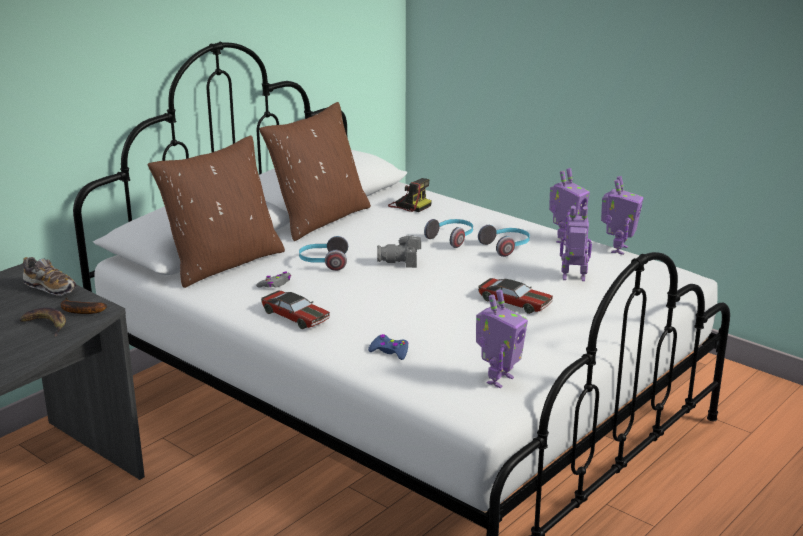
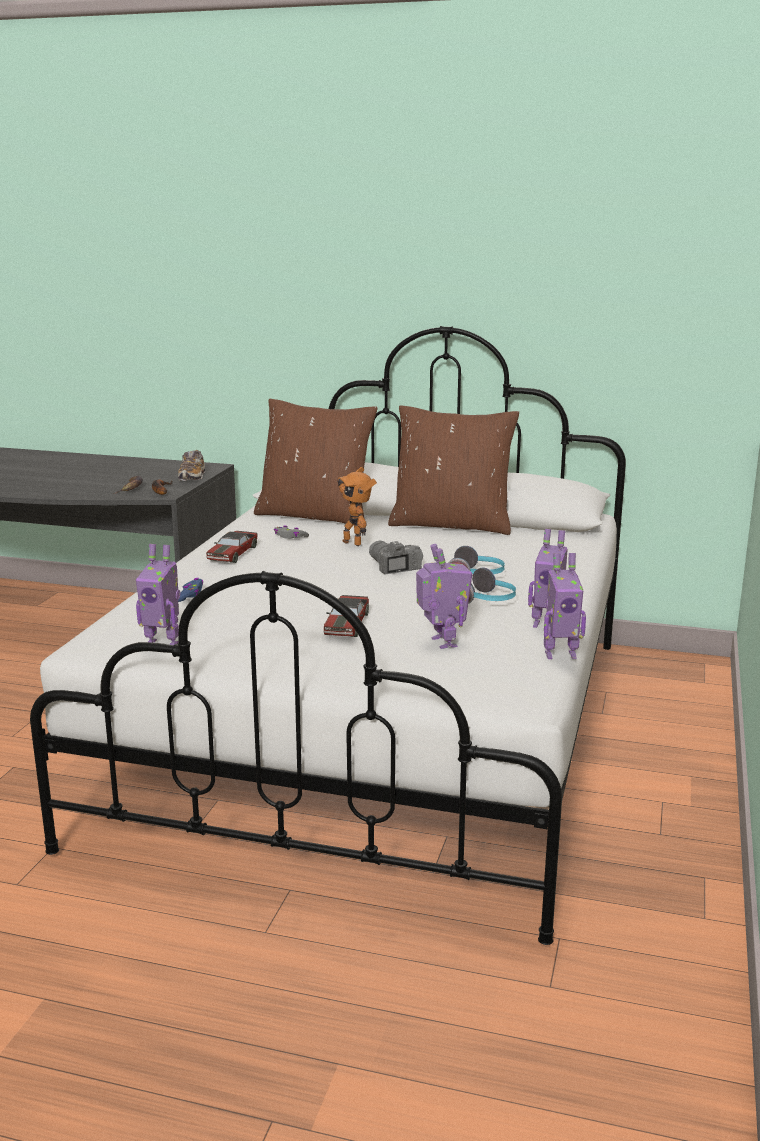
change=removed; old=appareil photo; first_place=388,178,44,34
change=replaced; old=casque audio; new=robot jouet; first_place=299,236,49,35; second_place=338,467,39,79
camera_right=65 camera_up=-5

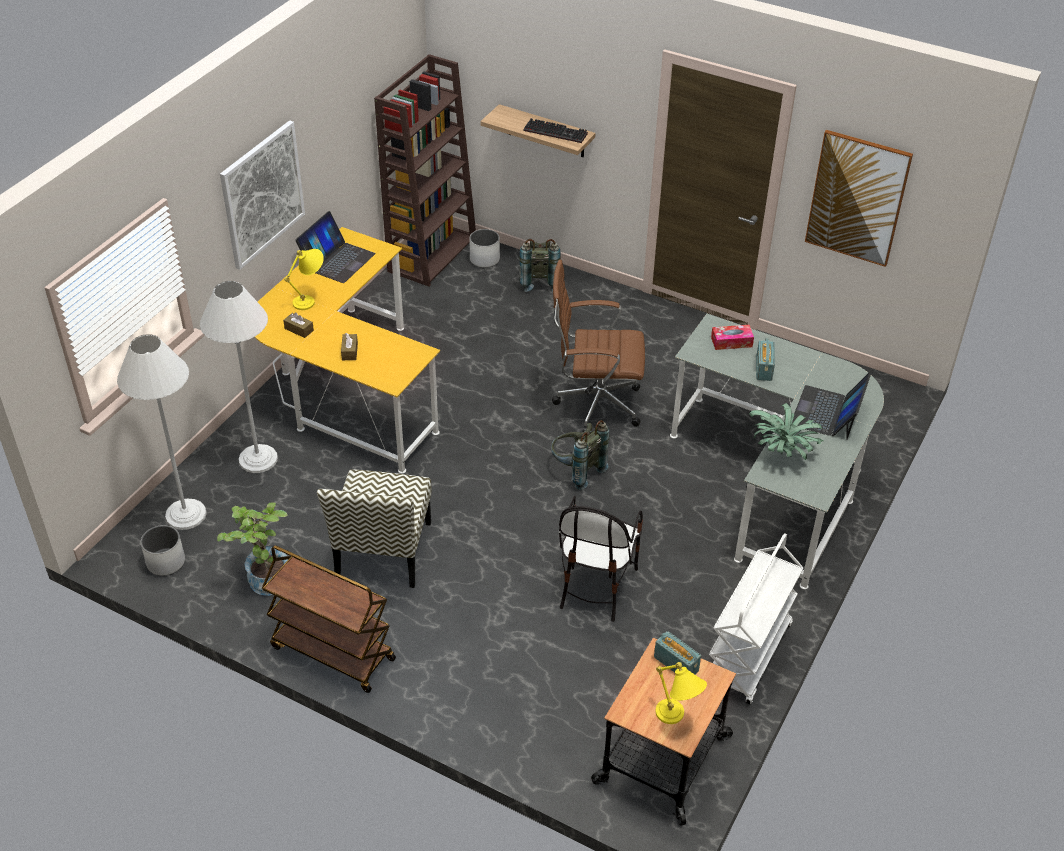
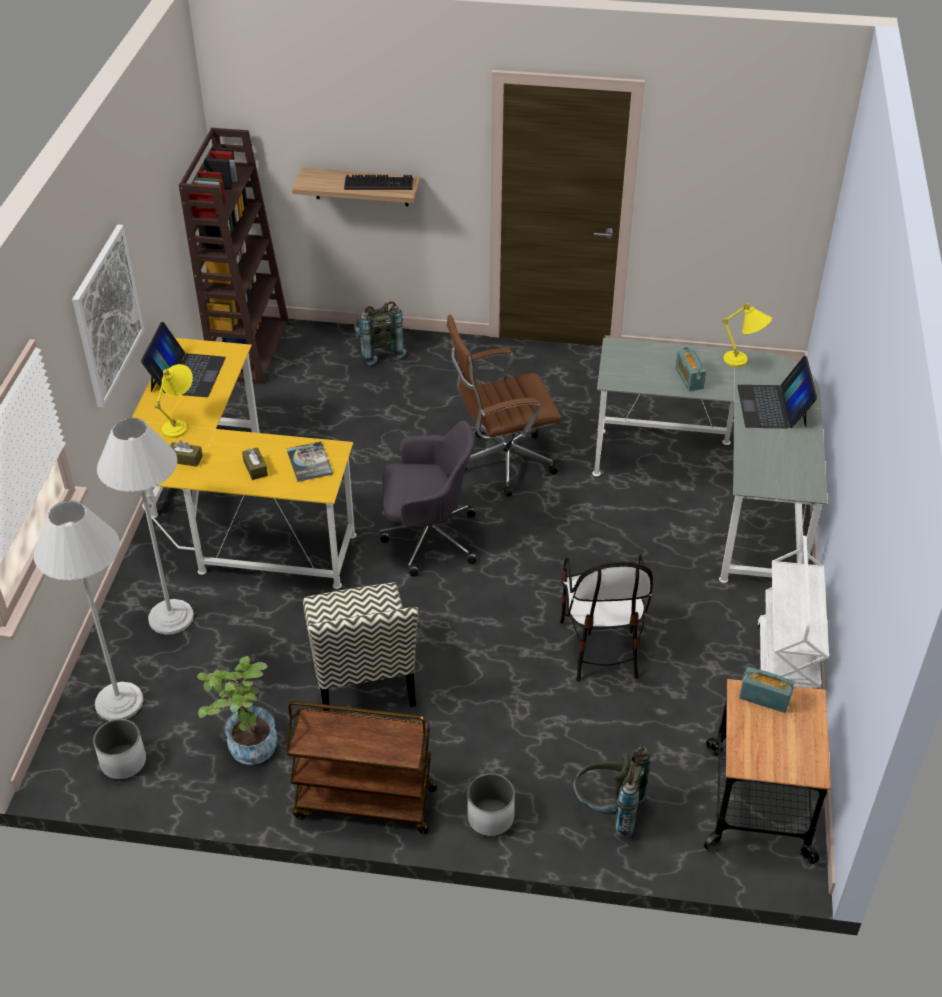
change=removed; old=boîte à mouchoirs; first_place=711,325,43,25
change=removed; old=plante en pot; first_place=749,403,75,57
change=removed; old=tableau; first_place=805,130,108,137
change=added; new=livre; second_place=286,441,47,41
change=added; new=chaise de bureau (gris); second_place=379,421,97,156
change=moved; old=cache-pot (blanc); first_place=470,229,30,39; second_place=467,773,48,63
change=moved; old=sac à dos (gris); first_place=551,420,59,70; second_place=573,747,78,91
change=moved; old=lampe de table (jaune); first_place=656,662,51,62; second_place=722,303,50,64
camera_right=-20 camera_up=0

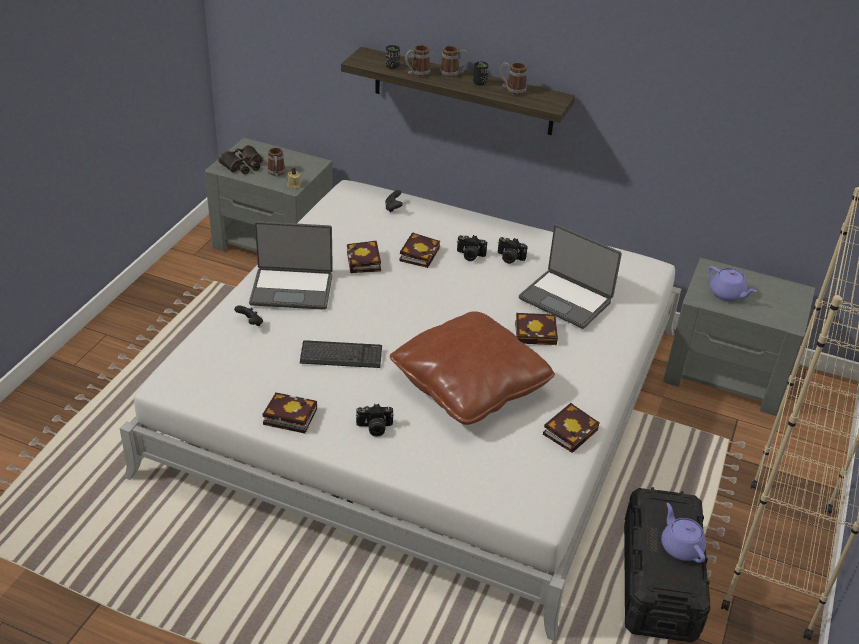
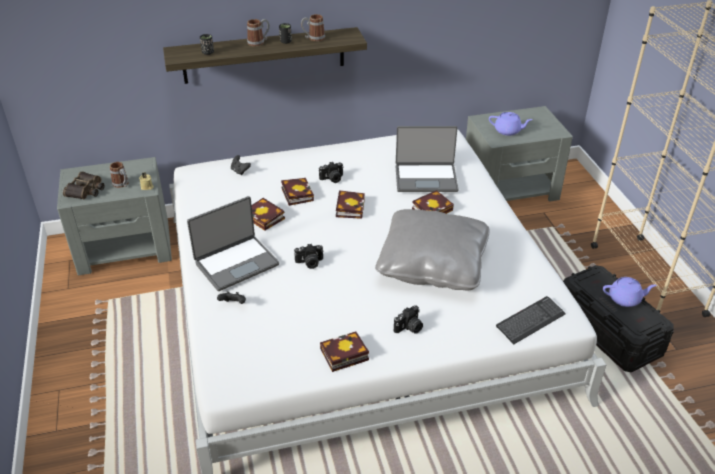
change=removed; old=mug; first_place=405,45,25,32
change=moved; old=clavier; first_place=300,340,82,28; second_place=496,296,70,49
change=moved; old=appareil photo; first_place=498,237,30,27; second_place=294,244,30,25
change=moved; old=livre; first_place=543,403,57,50; second_place=336,190,29,29
change=recoloured; old=coussin (marron); new=coussin (gris); first_place=390,311,165,114; second_place=375,209,114,81
change=turned; old=théière (violet); first_place=661,503,45,60; second_place=603,277,54,30; degrees=150
camera_right=-35 camera_up=0

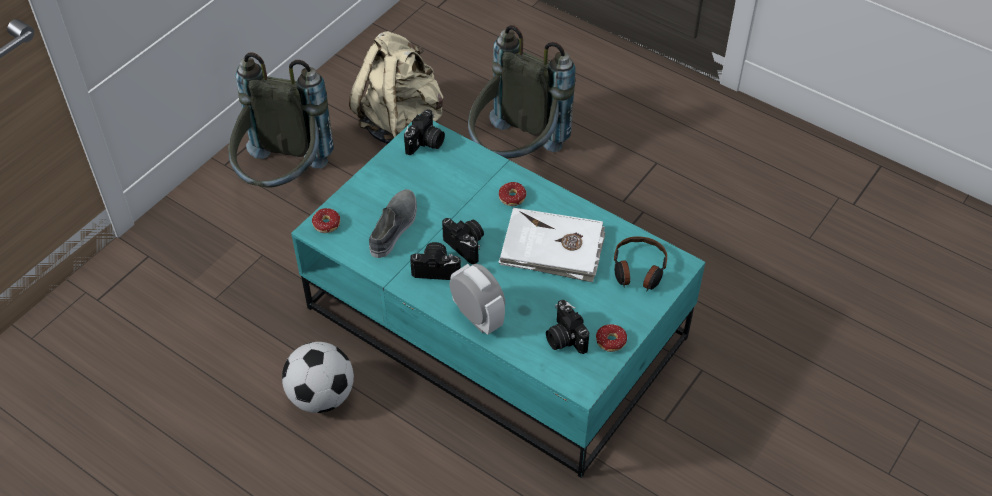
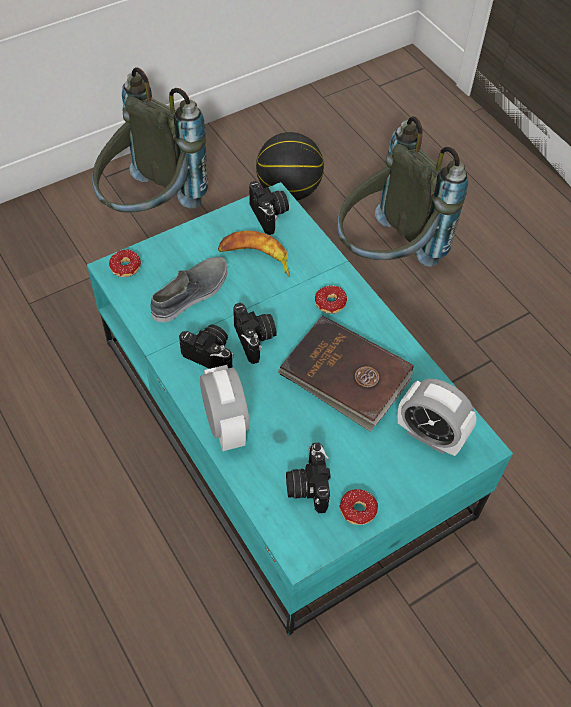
change=removed; old=ballon de foot; first_place=282,342,72,71
change=added; new=banane; second_place=218,231,72,46
change=replaced; old=sac à dos (beige); new=ballon de basket; first_place=349,31,95,113; second_place=256,132,68,68
change=replaced; old=casque audio; new=réveil; first_place=614,236,53,56; second_place=398,379,79,77
change=recoloured; old=livre (blanc); new=livre (marron); first_place=498,208,108,74; second_place=278,315,136,116
change=turned; old=appareil photo; first_place=404,109,41,46; second_place=249,181,40,54; degrees=-75
camera_right=20 camera_up=5

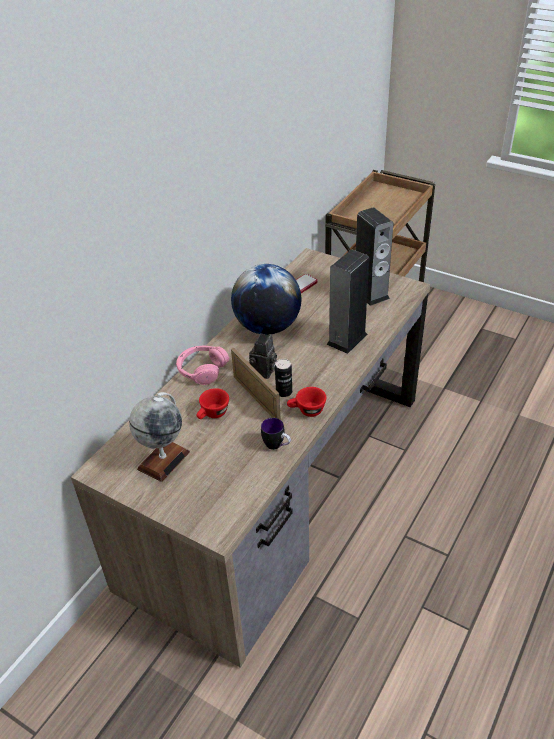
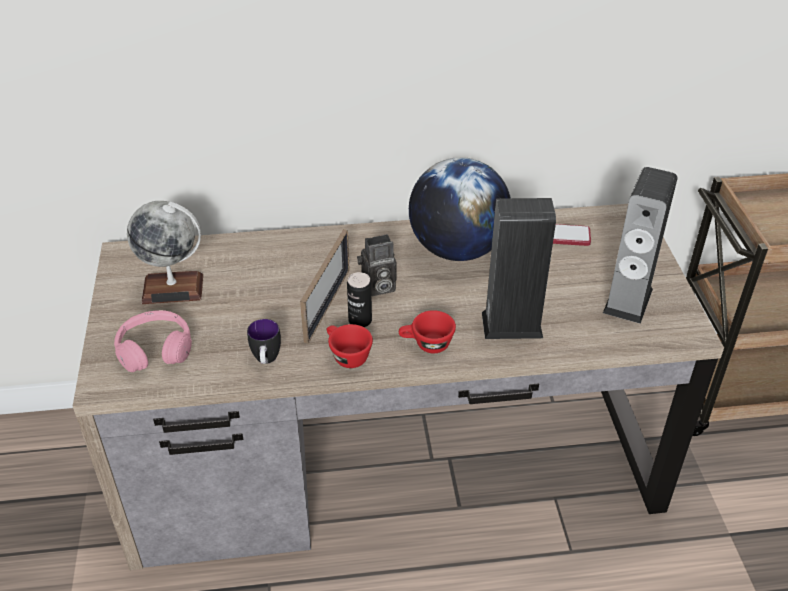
change=moved; old=casque audio (rose); first_place=176,346,53,39; second_place=114,310,78,62
change=moved; old=tasse (rouge); first_place=197,388,32,31; second_place=399,310,57,43
camera_right=50 camera_up=0

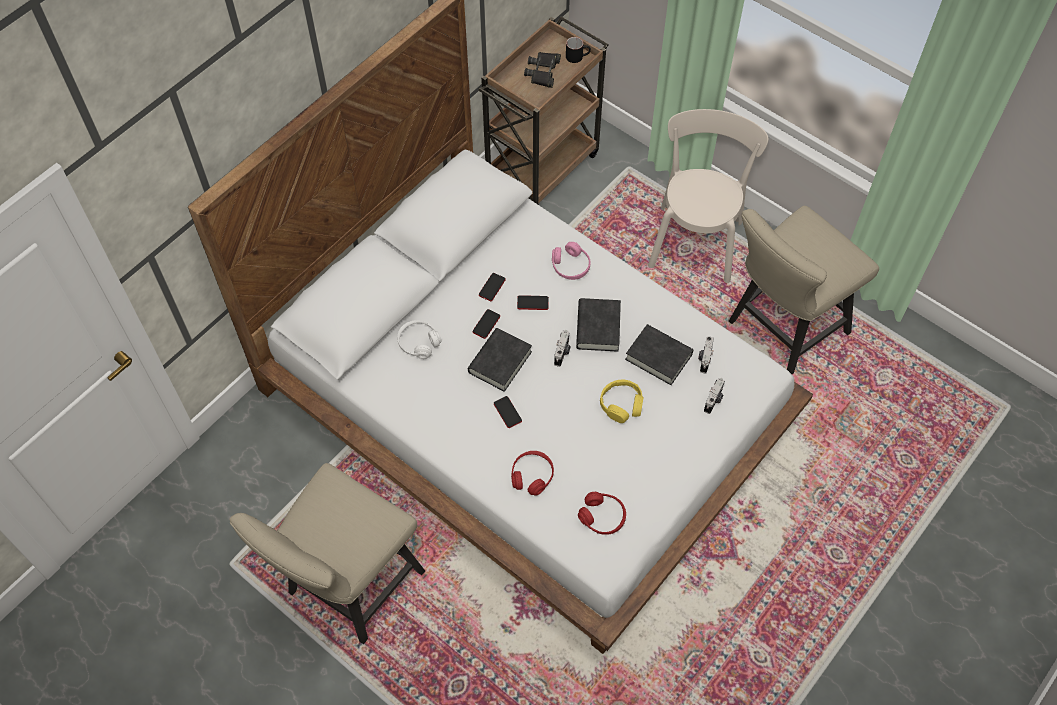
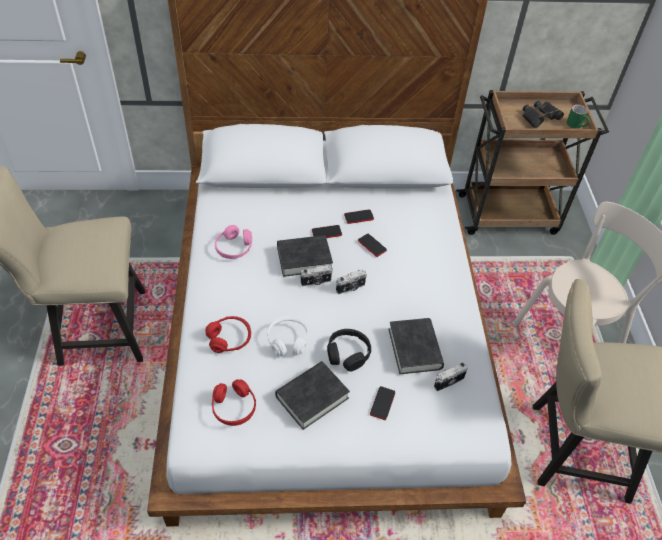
change=moved; old=casque audio (blanc); first_place=397,320,45,39; second_place=267,316,41,41
change=moved; old=téléphone; first_place=494,396,28,32; second_place=370,386,25,34
change=moved; old=casque audio (rose); first_place=552,242,38,38; second_place=215,225,37,34
change=moved; old=livre (noir); first_place=576,298,45,54; second_place=275,361,75,69
change=moved; old=appareil photo; first_place=704,378,21,36; second_place=300,265,33,21
change=recoloured; old=mug (noir); new=mug (vert); first_place=566,37,25,26; second_place=566,105,24,24
change=recoloured; old=casque audio (jaune); new=casque audio (noir); first_place=600,380,44,43; second_place=327,329,44,43
camera_right=45 camera_up=-10

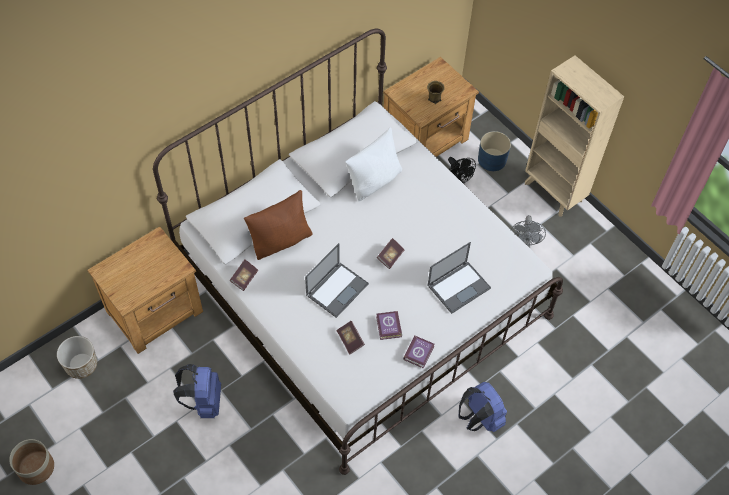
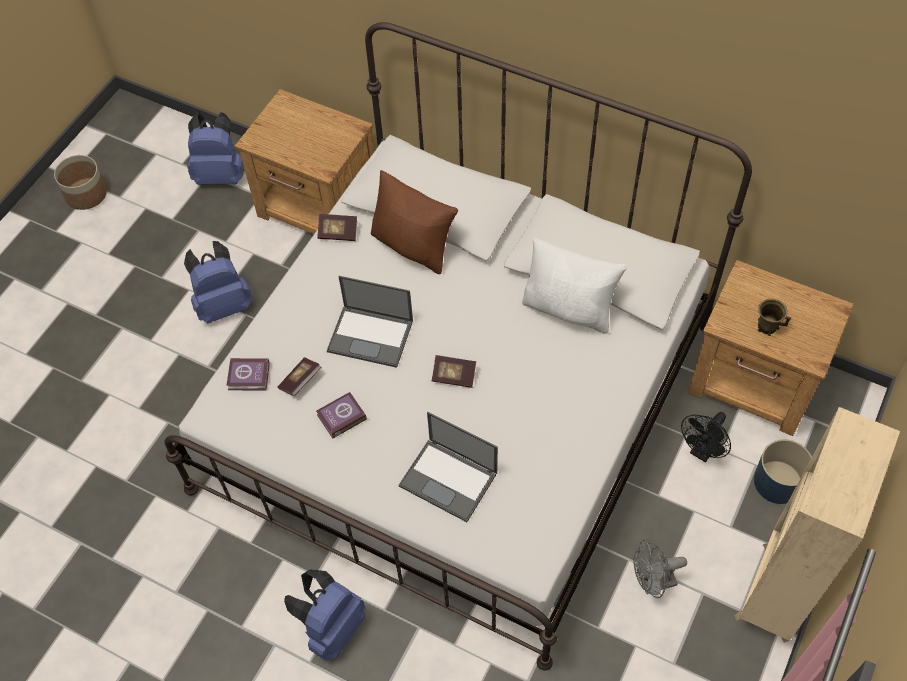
change=moved; old=livre; first_place=403,336,32,33; second_place=227,358,43,32
change=replaced; old=cache-pot; new=sac à dos (bleu); first_place=57,336,40,43; second_place=187,112,57,73
camera_right=70 camera_up=0

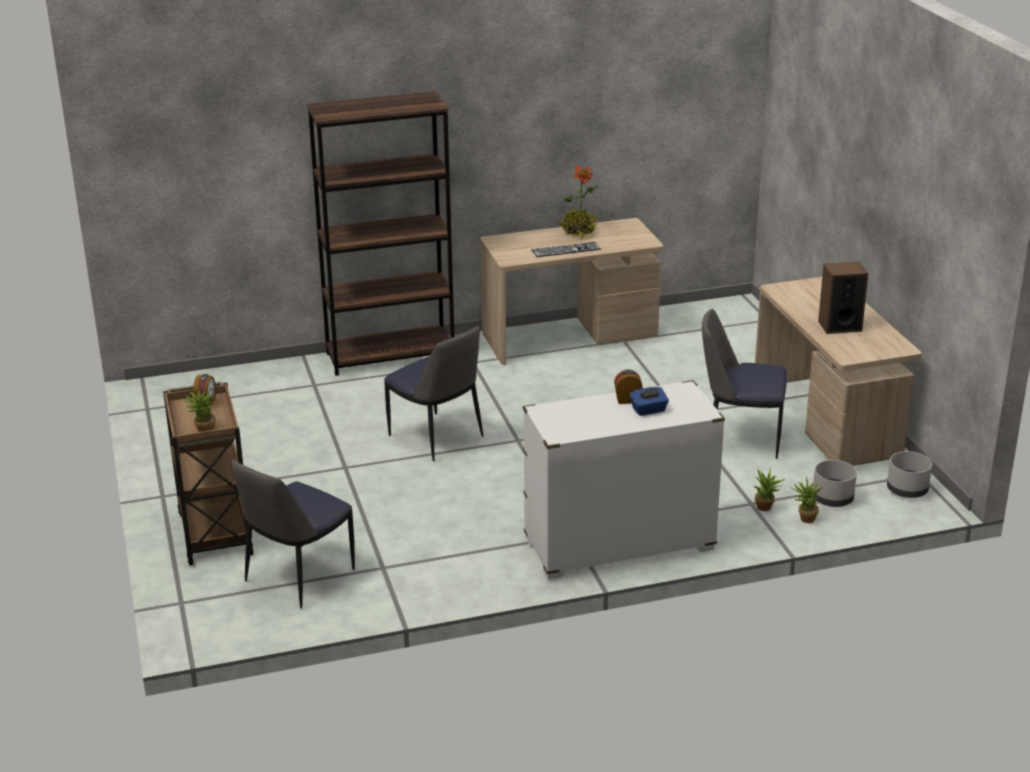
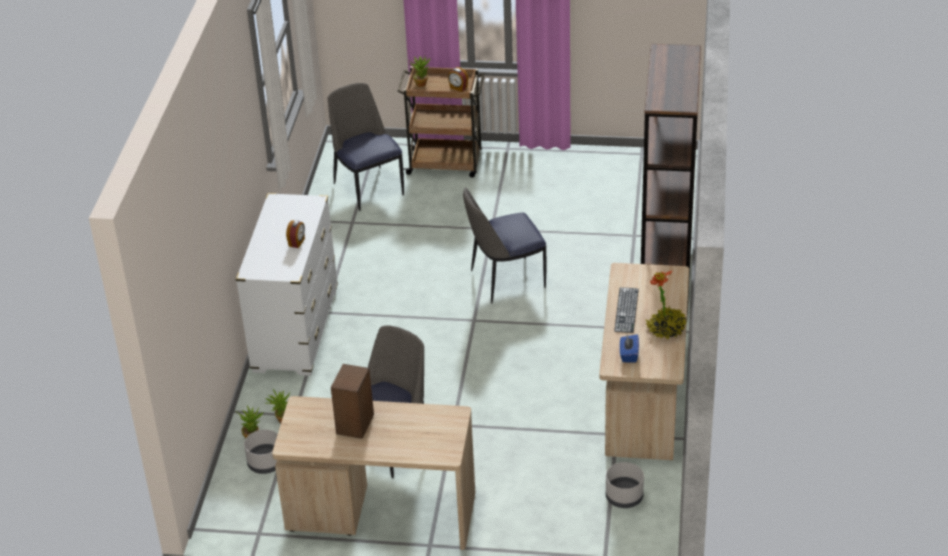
change=moved; old=boîte à mouchoirs (bleu); first_place=630,387,39,29; second_place=620,335,19,28
change=moved; old=cache-pot (gris); first_place=887,451,45,47; second_place=606,462,38,46
camera_right=115 camera_up=10

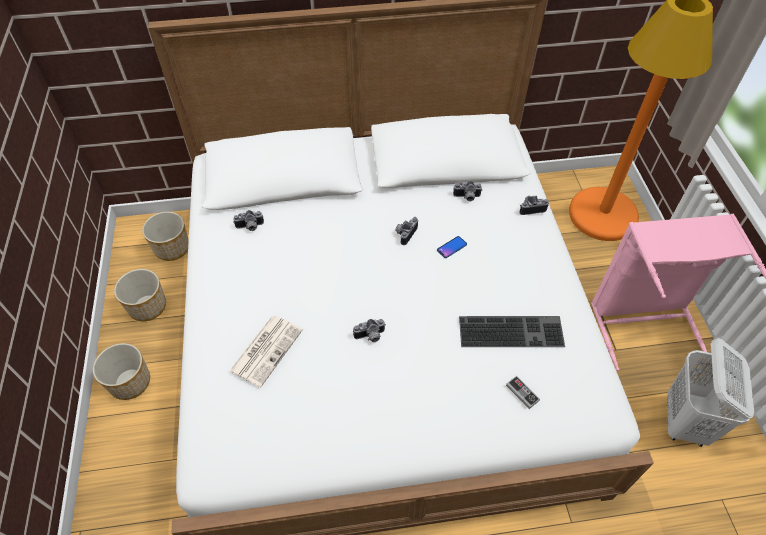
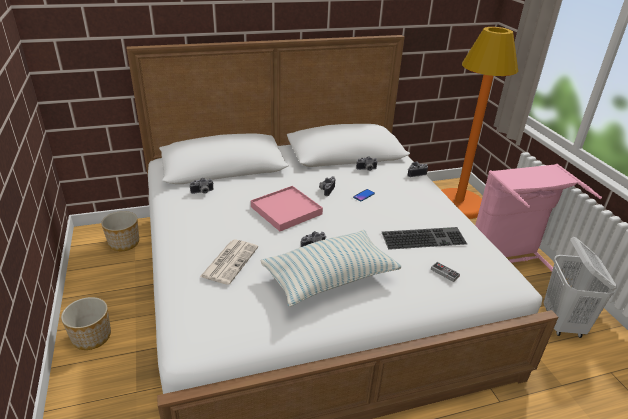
change=removed; old=cache-pot; first_place=114,269,52,52
change=added; new=plateau (rose); second_place=251,186,72,45
change=added; new=coussin; second_place=260,230,141,77
camera_right=-10 camera_up=-20

